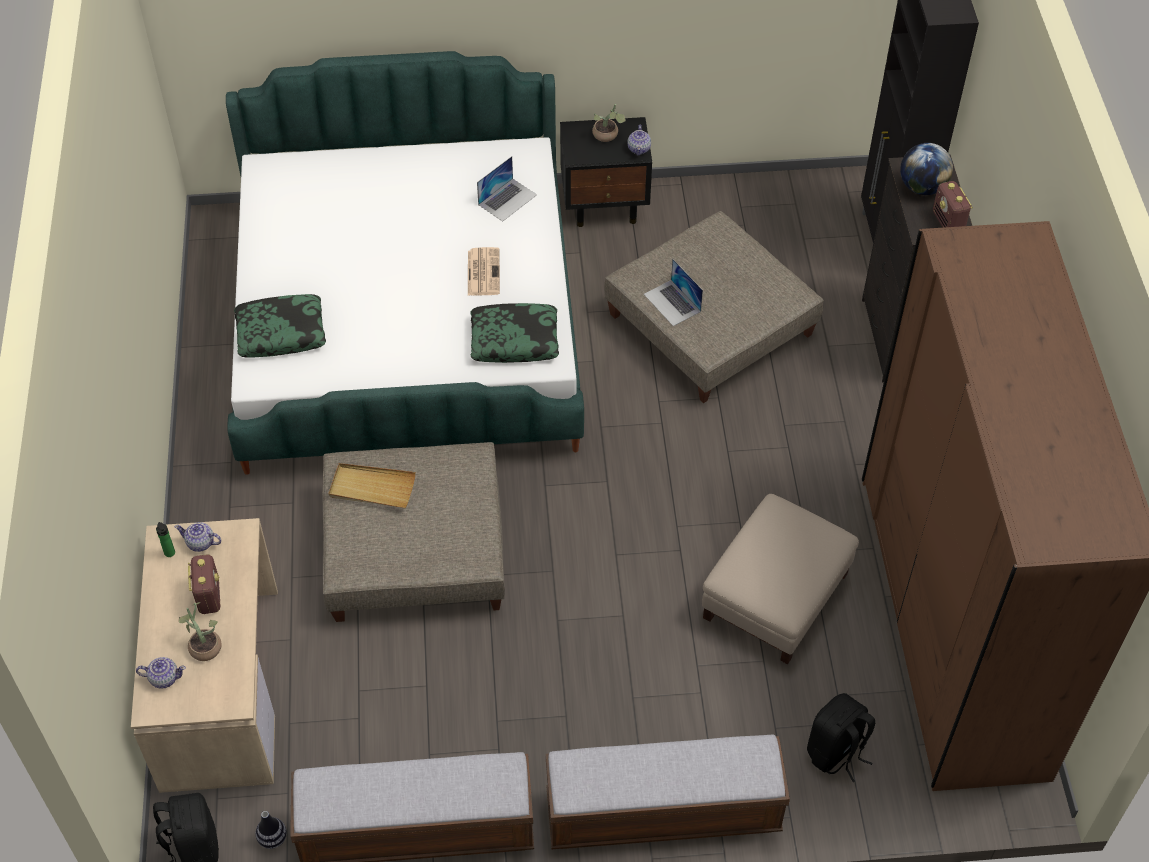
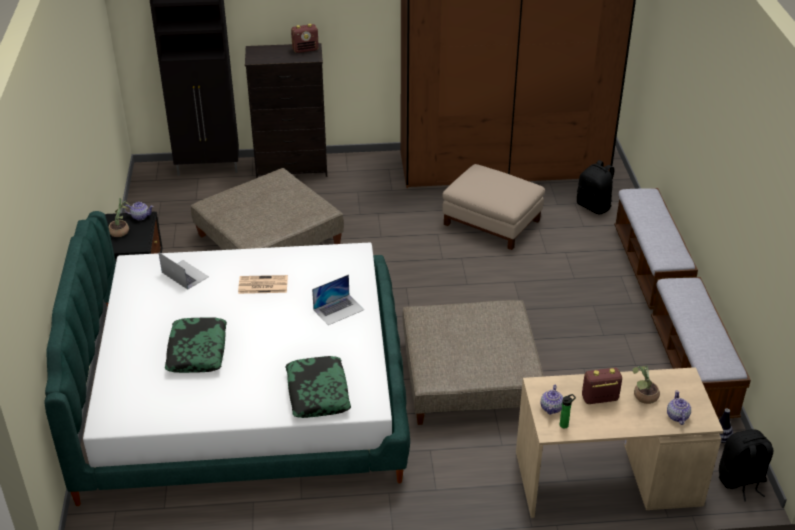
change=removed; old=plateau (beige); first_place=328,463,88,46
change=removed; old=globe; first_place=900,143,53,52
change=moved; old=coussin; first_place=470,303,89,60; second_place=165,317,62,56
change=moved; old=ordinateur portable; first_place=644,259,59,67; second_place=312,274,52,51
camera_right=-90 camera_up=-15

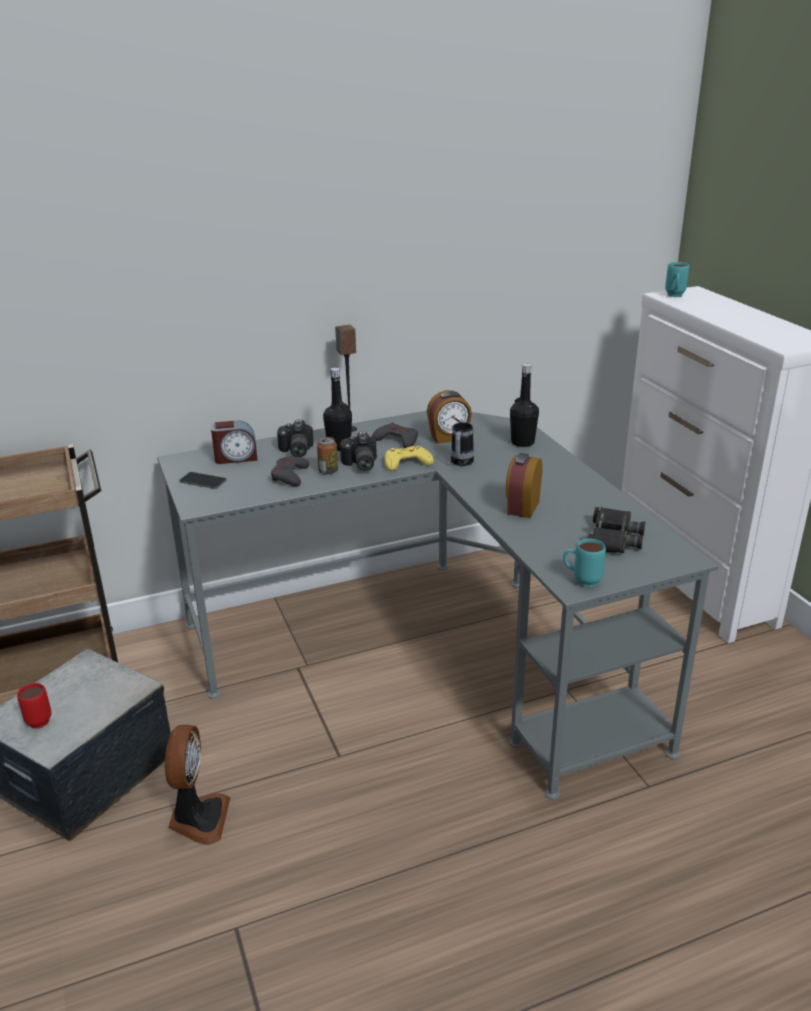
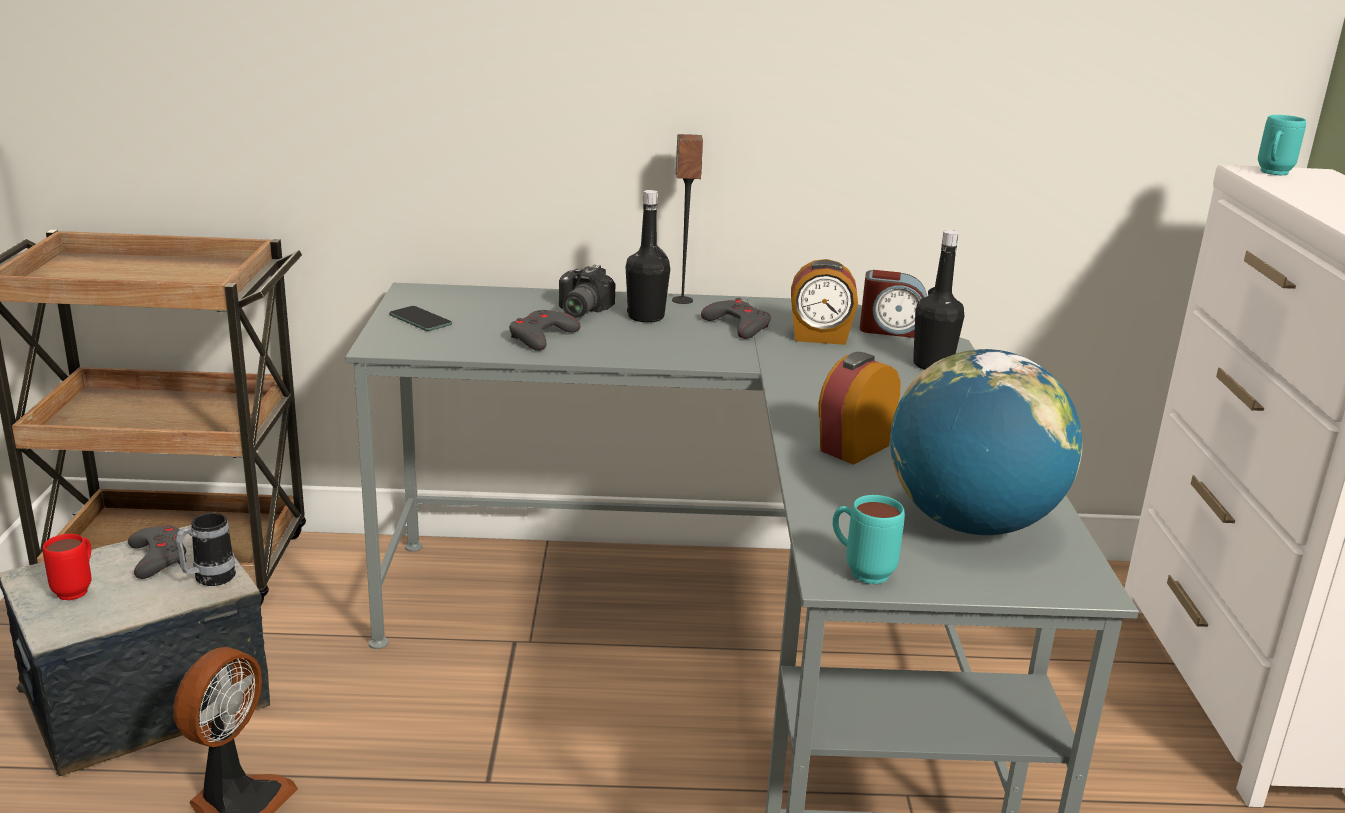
change=removed; old=boîte métallique; first_place=317,437,21,38
change=removed; old=appareil photo; first_place=340,432,37,40
change=removed; old=manette (jaune); first_place=385,446,49,25
change=added; new=manette (gris); second_place=128,525,58,54
change=moved; old=réveil; first_place=211,420,47,44; second_place=860,270,67,68
change=moved; old=mug; first_place=451,422,23,44; second_place=175,513,61,73
change=replaced; old=jumelles (noir); new=globe; first_place=587,507,58,46; second_place=890,349,192,186
camera_right=20 camera_up=-5

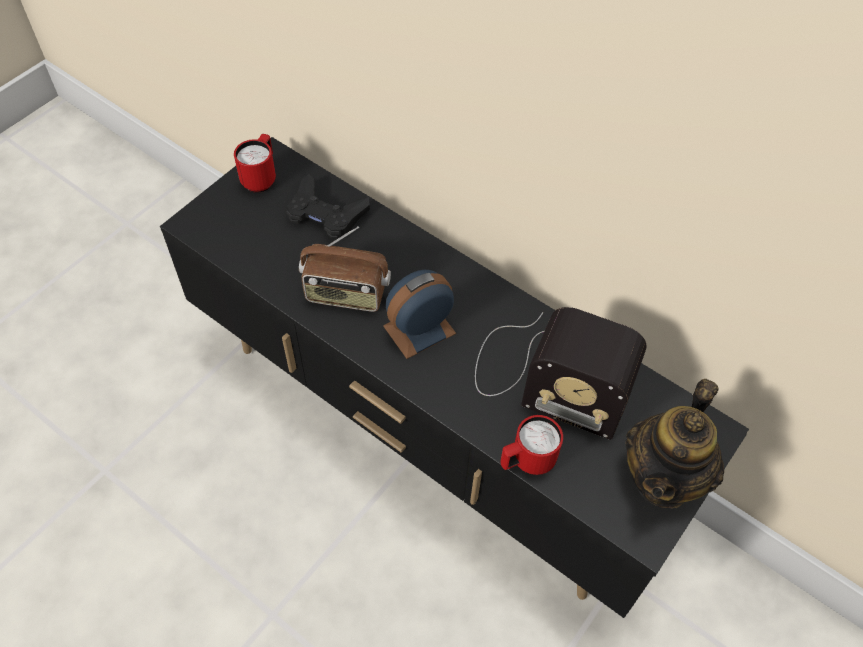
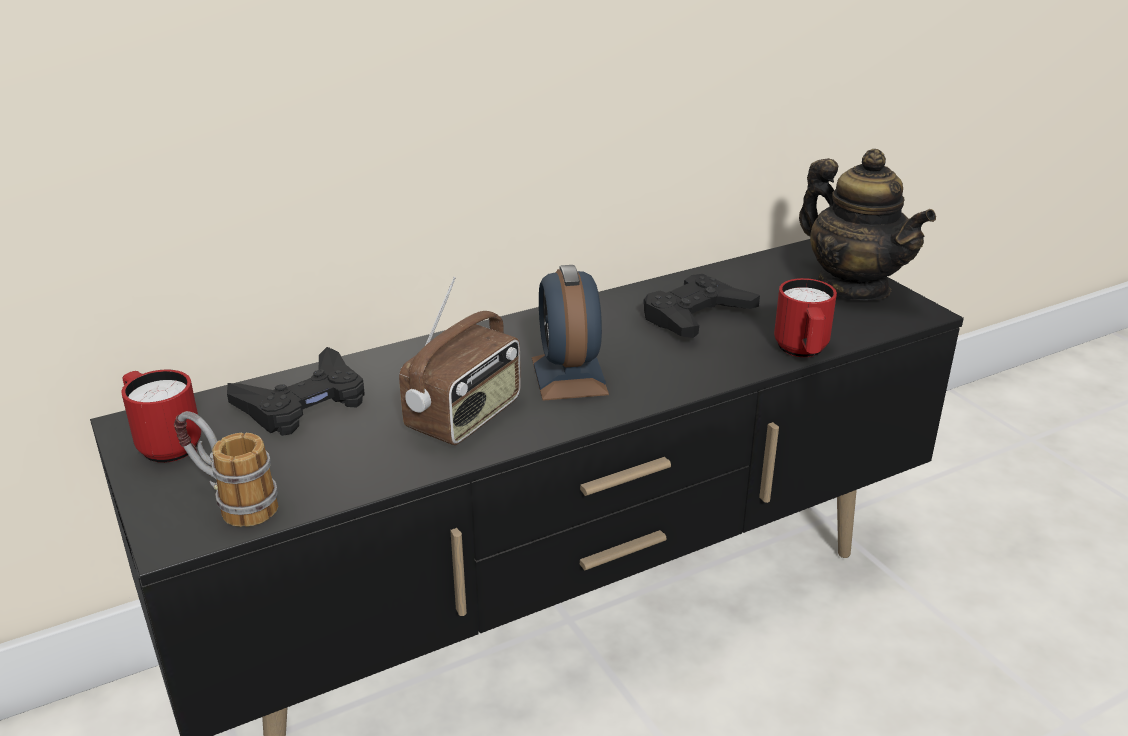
change=added; new=mug; second_place=174,411,104,116
change=replaced; old=radio; new=manette (noir); first_place=475,307,172,133; second_place=643,274,117,64
camera_right=-65 camera_up=-25

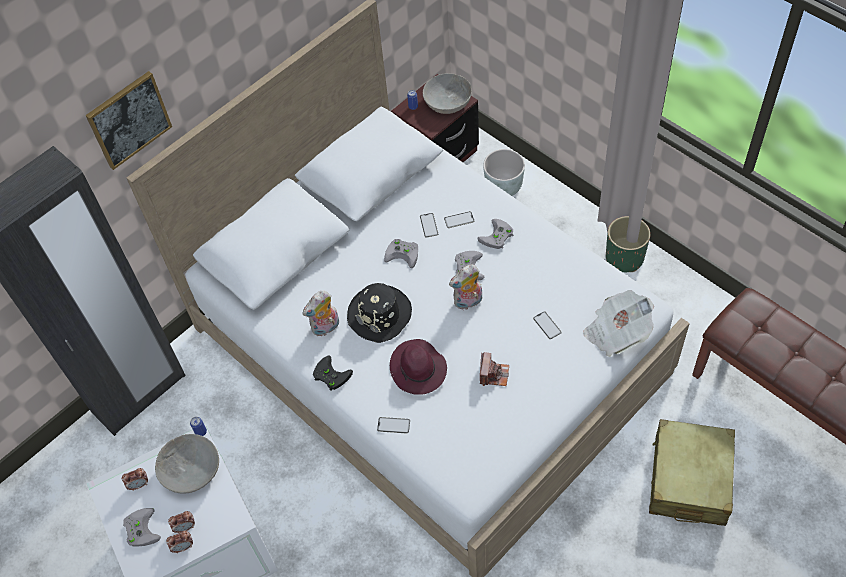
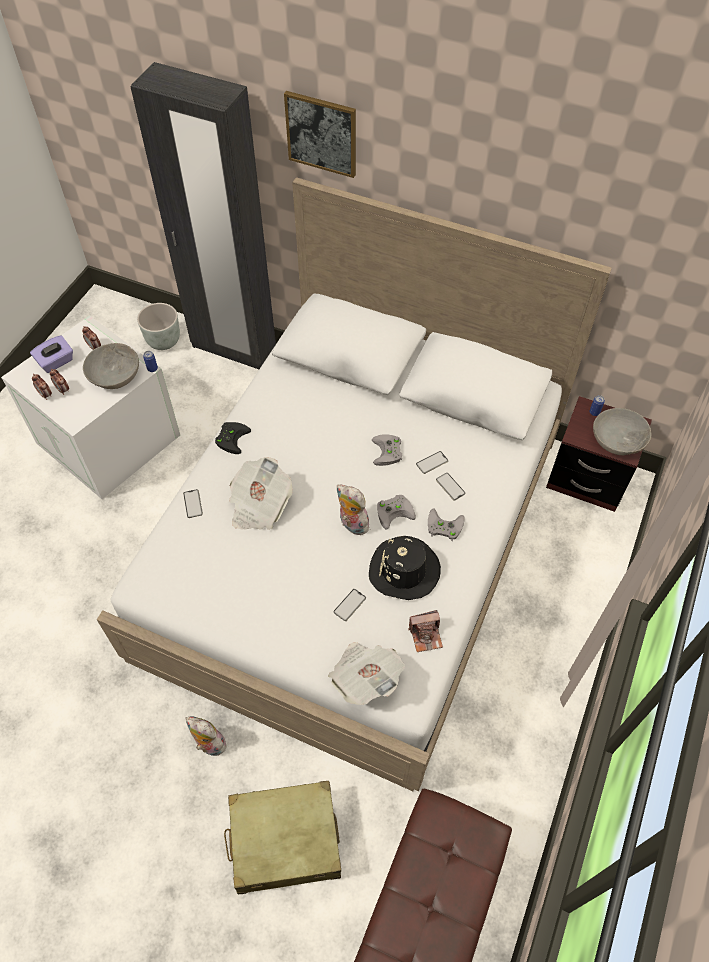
change=removed; old=cache-pot (vert); first_place=606,216,44,56
change=moved; old=peluche; first_place=302,290,37,46; second_place=186,716,43,40
change=moved; old=chapeau (noir); first_place=347,283,65,60; second_place=369,536,72,64
change=moved; old=appareil photo; first_place=480,352,29,34; second_place=408,610,35,42
change=moved; old=cache-pot (gris); first_place=483,149,42,47; second_place=137,303,43,47
change=replaced; old=manette (gris); new=boîte à mouchoirs (violet); first_place=123,508,38,39; second_place=30,335,43,38
change=replaced; old=chapeau (violet); new=journal; first_place=390,339,57,56; second_place=229,457,64,73
camera_right=65 camera_up=0

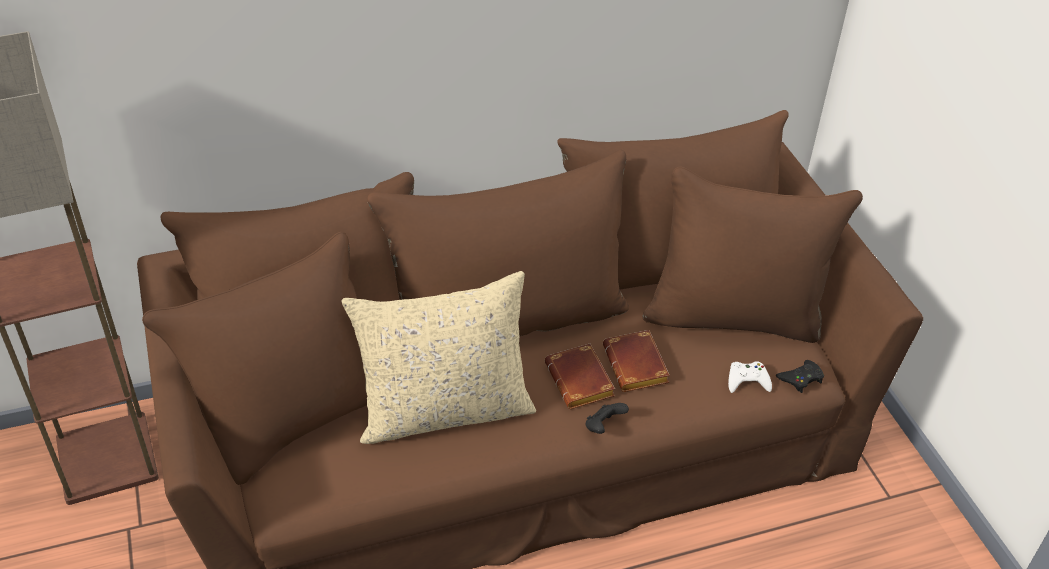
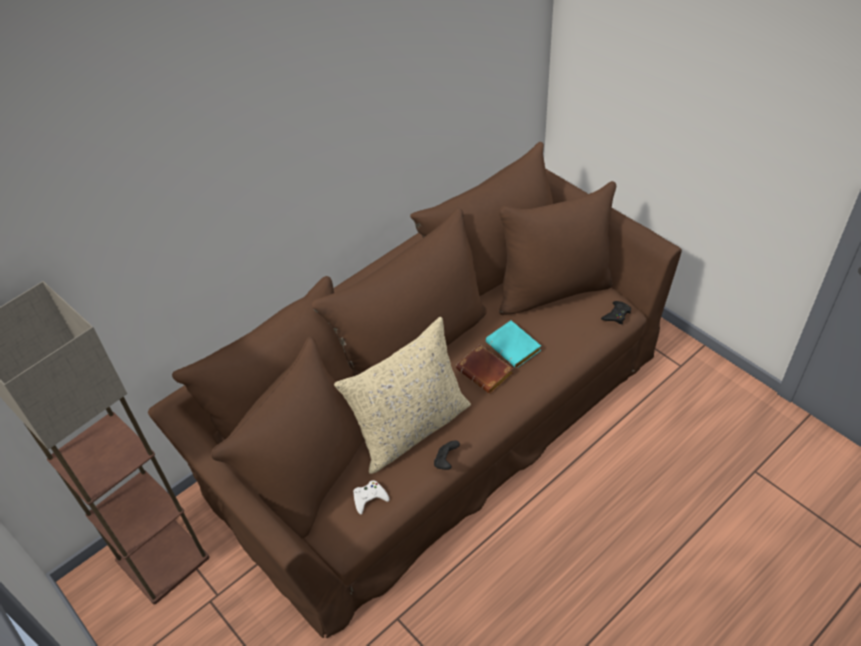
change=moved; old=manette (noir); first_place=586,403,43,31; second_place=434,440,26,30
change=moved; old=manette (blanc); first_place=728,361,44,32; second_place=353,480,36,35
change=recoloured; old=livre (marron); new=livre (turquoise); first_place=603,330,67,62; second_place=486,320,55,48
camera_right=-20 camera_up=5

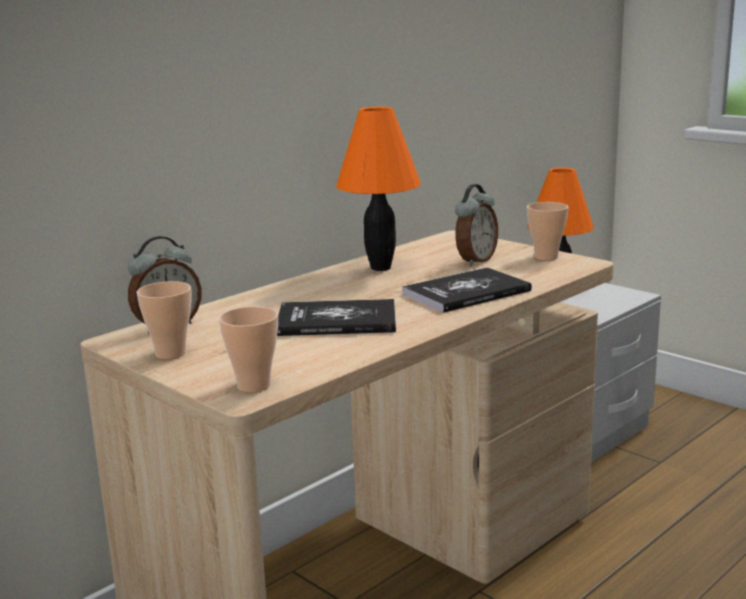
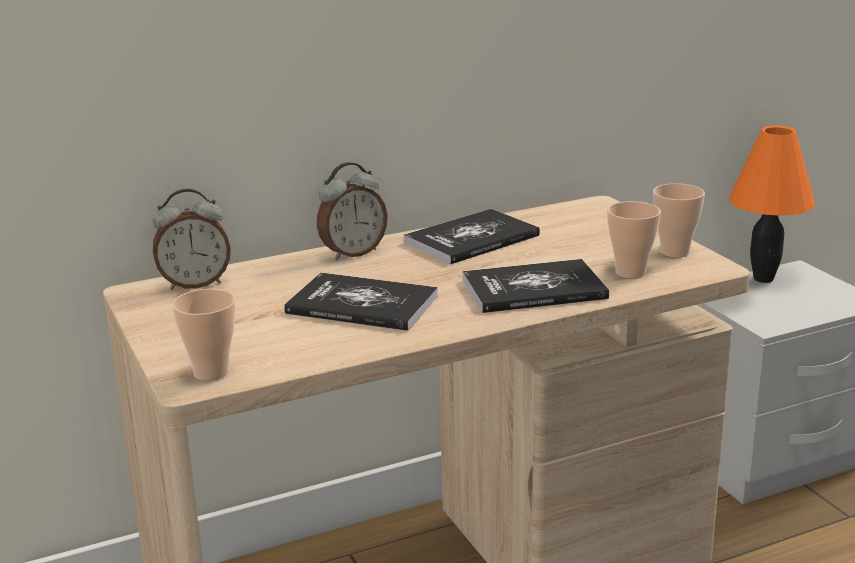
change=moved; old=tasse; first_place=136,281,56,78; second_place=607,201,54,78
change=moved; old=réveil; first_place=455,184,43,82; second_place=317,162,70,98
change=replaced; old=lampe de table (orange); new=livre; first_place=336,107,85,164; second_place=404,209,136,56
camera_right=20 camera_up=5

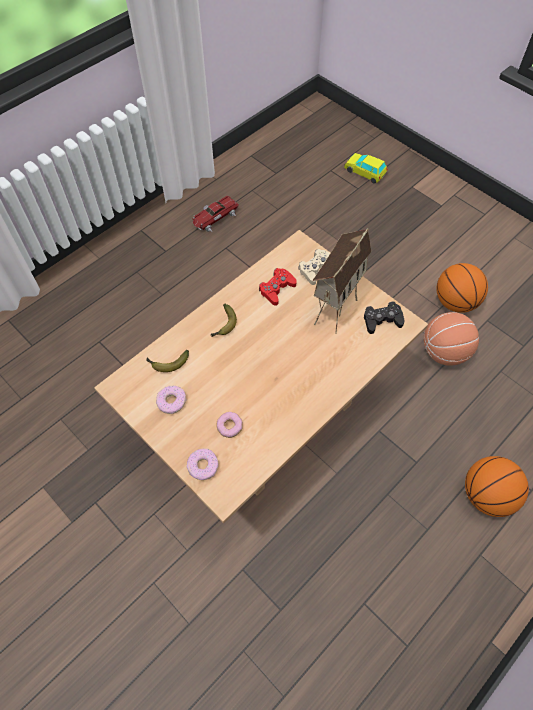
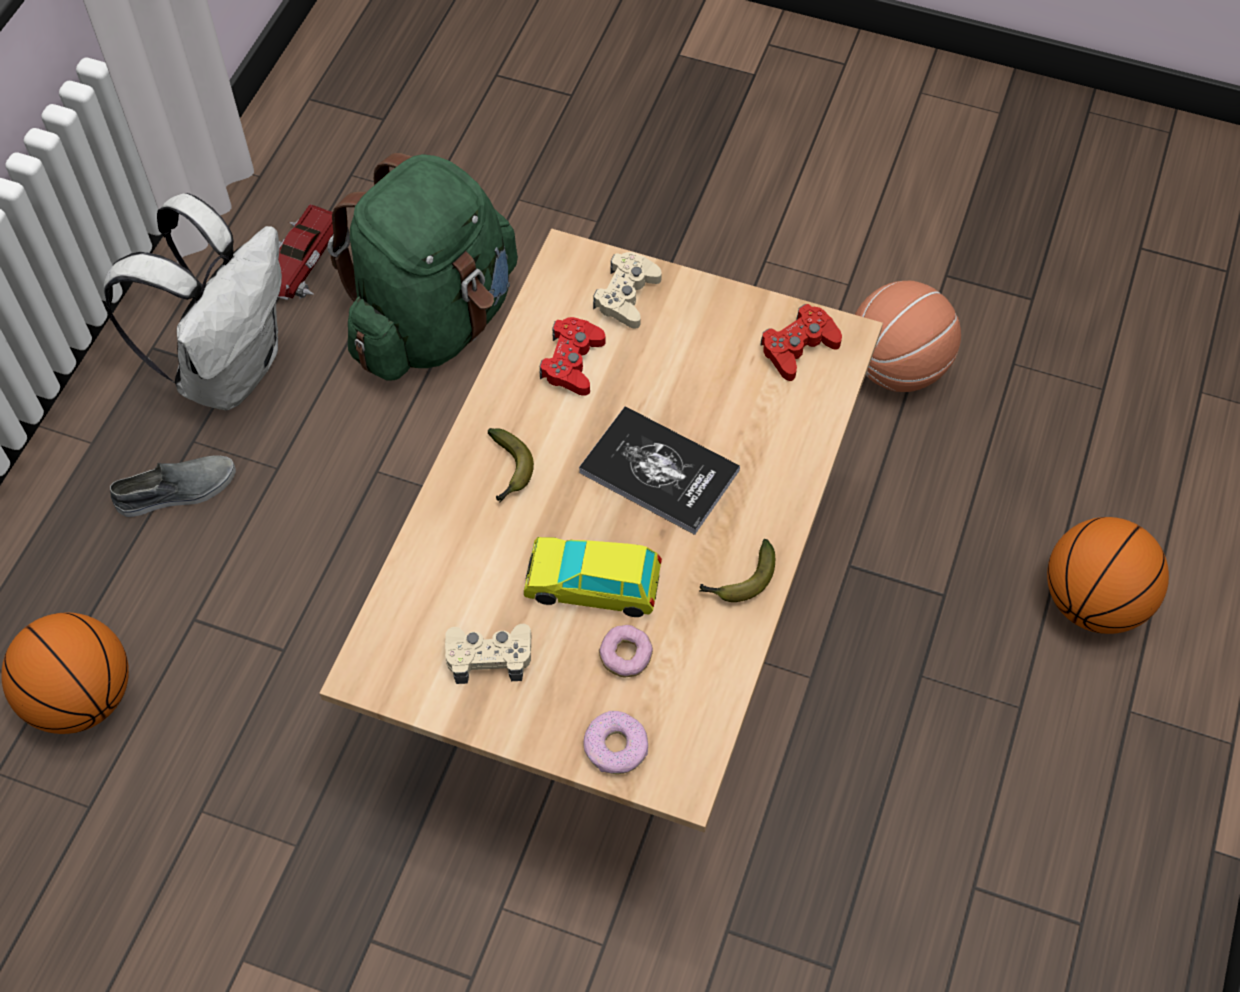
change=removed; old=maison miniature; first_place=312,228,60,106
change=added; new=sac à dos (blanc); second_place=104,193,178,218
change=added; new=chaussure (gris); second_place=110,456,126,61
change=added; new=sac à dos (vert); second_place=328,153,190,228
change=added; new=livre; second_place=579,406,161,129
change=moved; old=banane; first_place=146,350,43,22; second_place=699,539,76,63
change=moved; old=petite voiture; first_place=344,153,44,30; second_place=524,537,138,80
change=moved; old=ballon de basket; first_place=437,263,51,50; second_place=1,613,128,121
change=replaced; old=beignet; new=manette (beige); first_place=156,386,30,28; second_place=445,624,86,60
change=recoloured; old=manette (noir); new=manette (rouge); first_place=364,301,40,33; second_place=760,304,82,77
camera_right=-25 camera_up=0

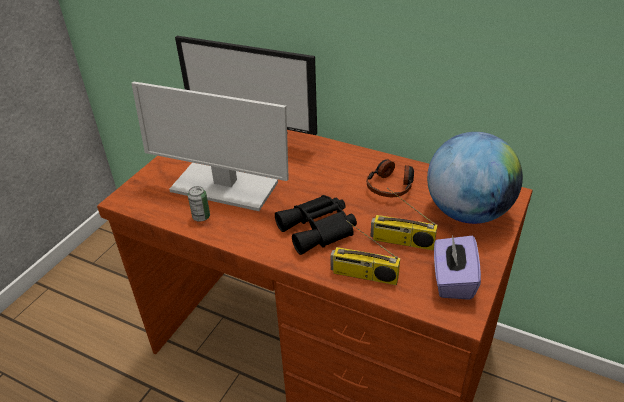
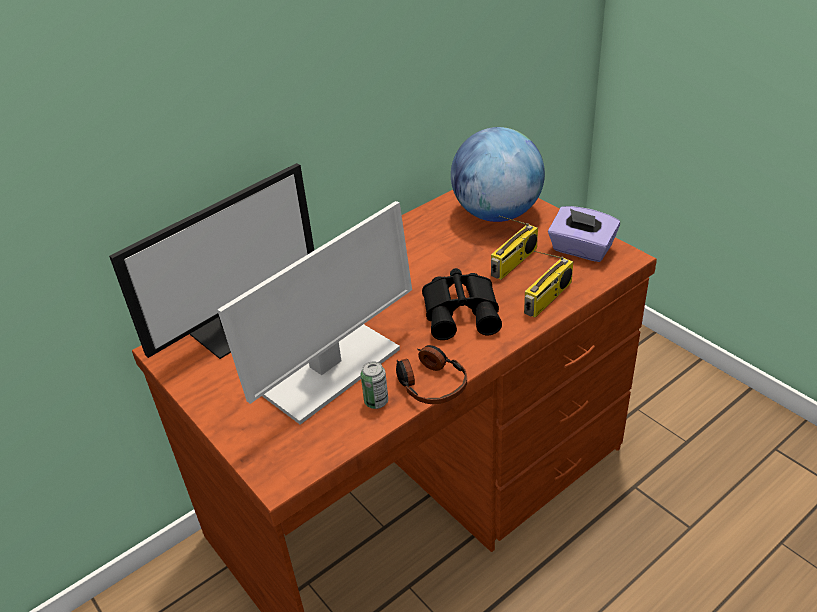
change=moved; old=casque audio; first_place=367,159,47,38; second_place=396,345,71,59
camera_right=-65 camera_up=0

